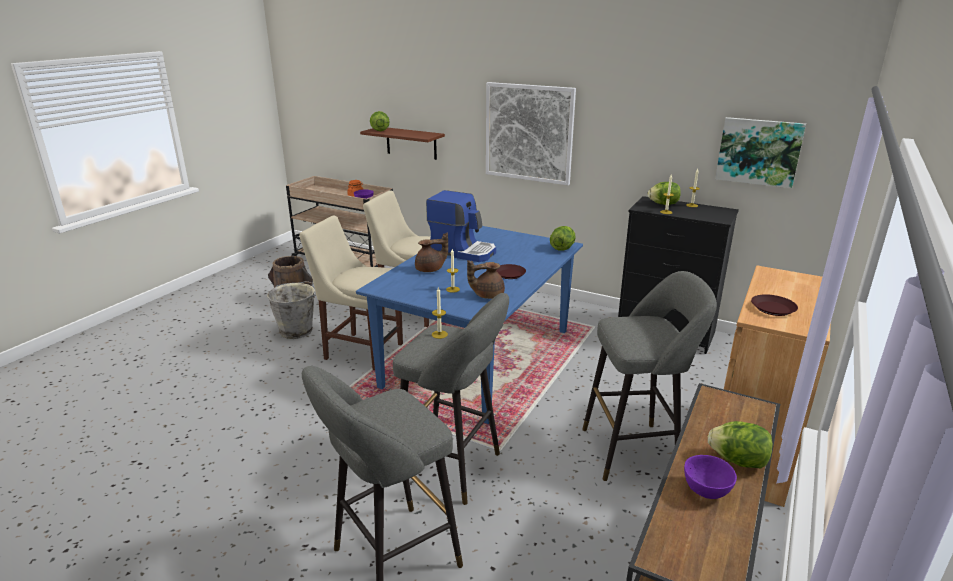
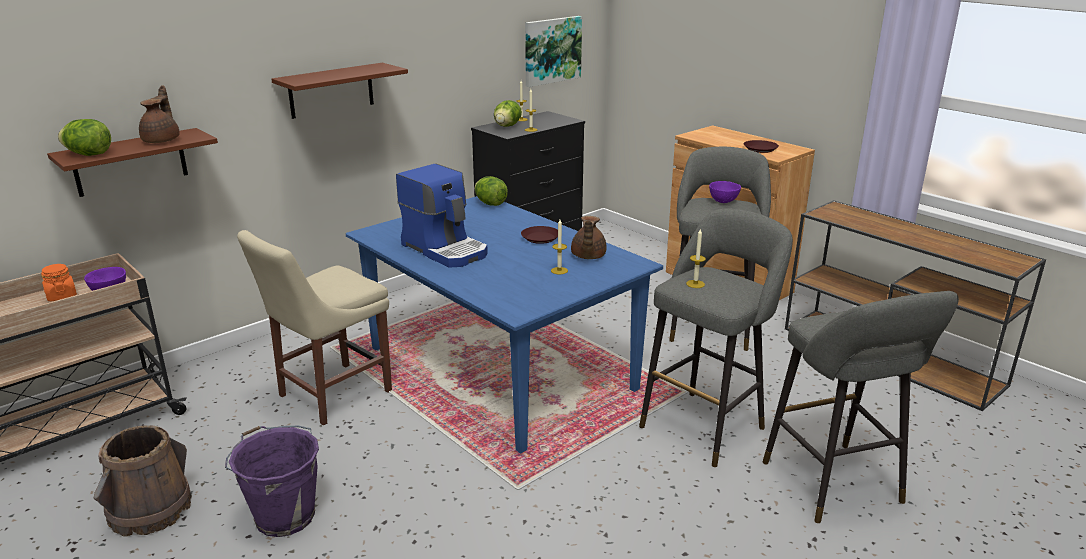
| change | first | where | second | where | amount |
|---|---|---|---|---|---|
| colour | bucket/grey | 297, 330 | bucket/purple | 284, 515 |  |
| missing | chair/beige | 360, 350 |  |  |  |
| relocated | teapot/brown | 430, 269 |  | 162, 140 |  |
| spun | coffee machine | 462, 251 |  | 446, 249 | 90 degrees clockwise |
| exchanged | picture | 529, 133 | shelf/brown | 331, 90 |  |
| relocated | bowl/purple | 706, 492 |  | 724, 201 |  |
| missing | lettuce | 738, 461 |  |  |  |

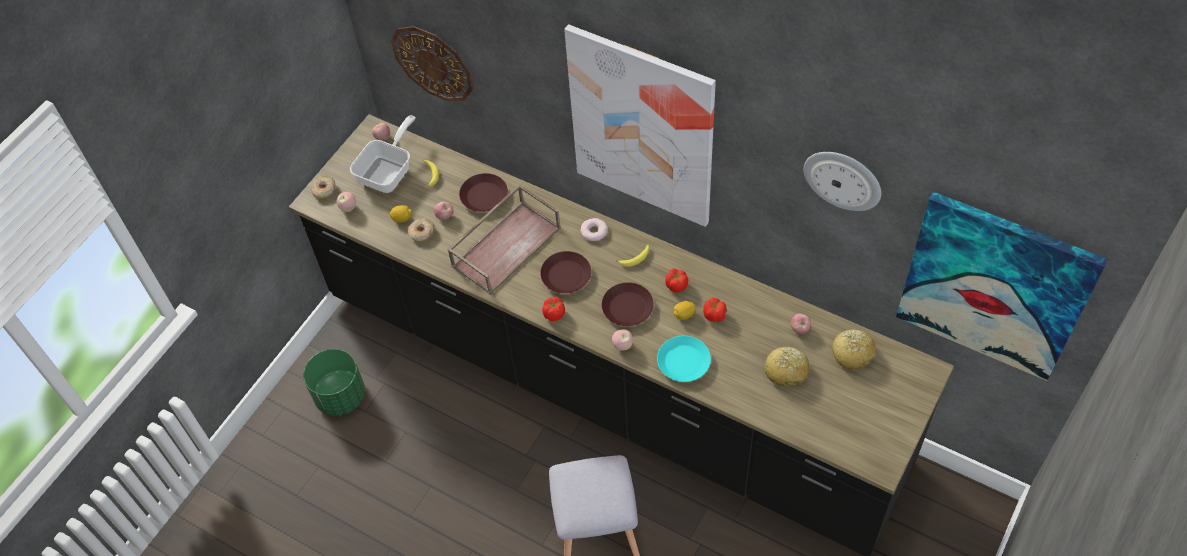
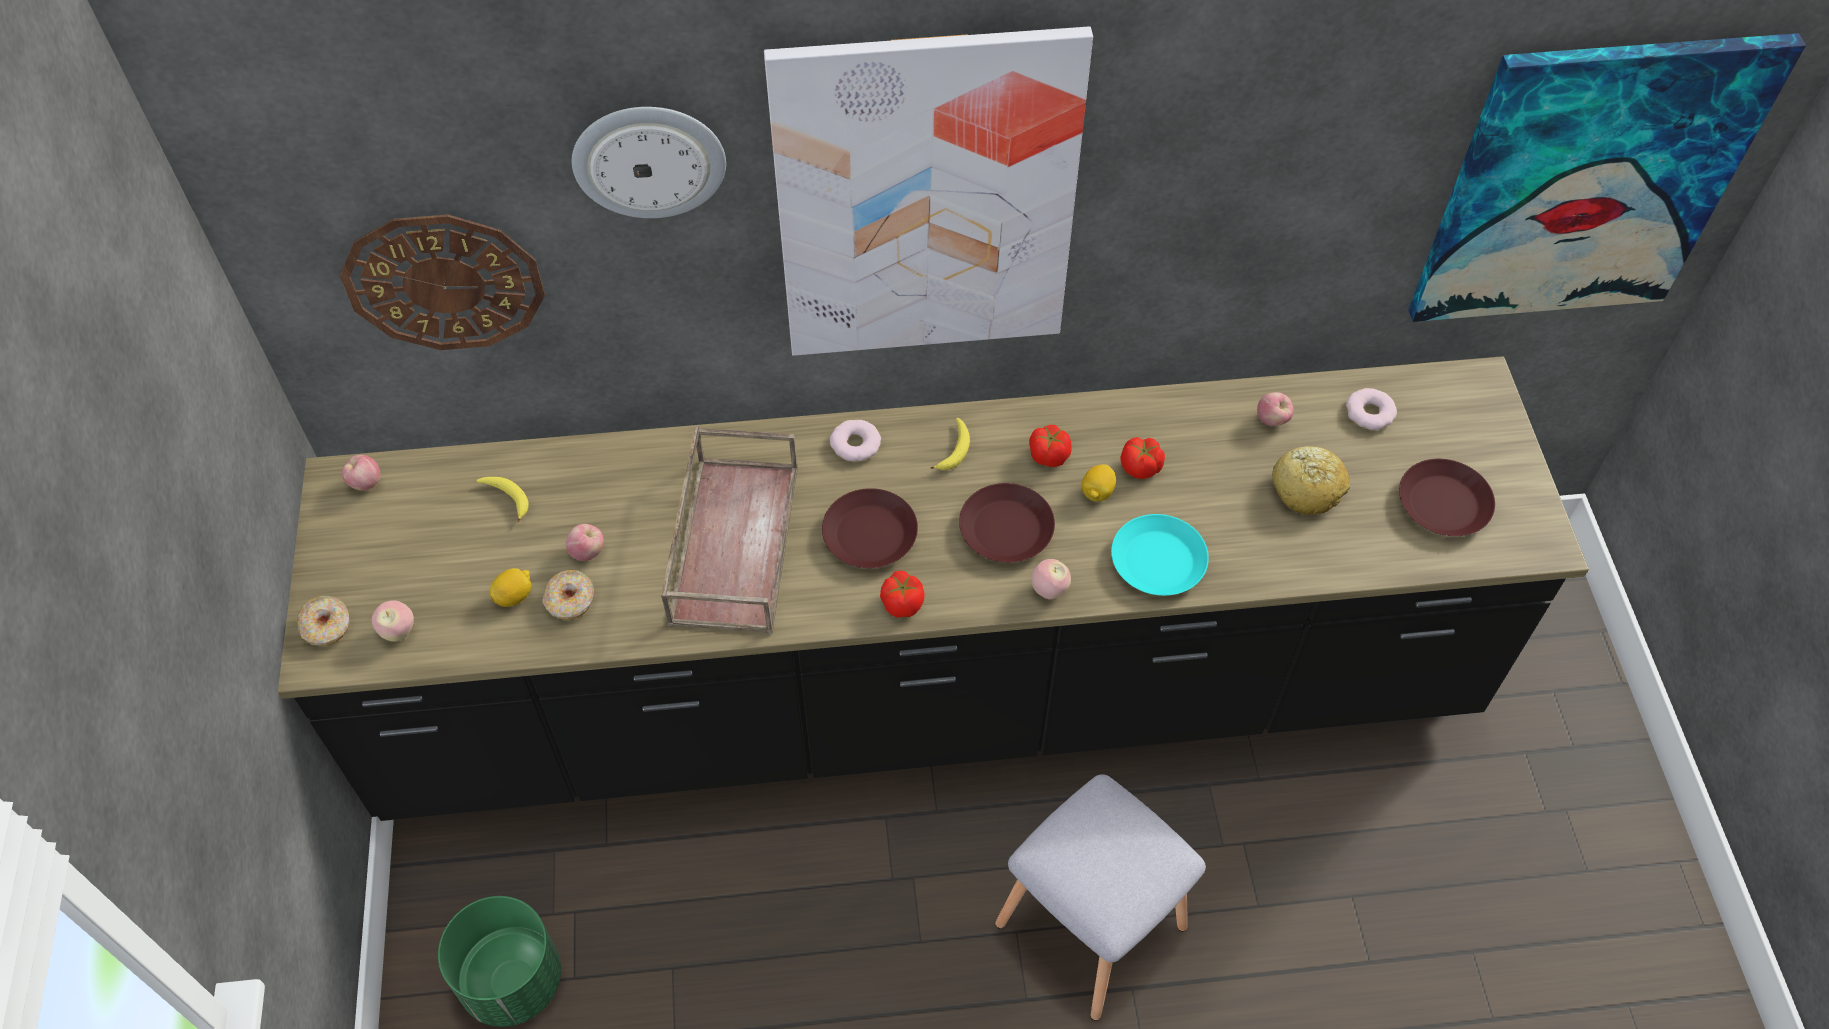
| change | first | where | second | where | amount |
|---|---|---|---|---|---|
| missing | frying pan | 389, 171 |  |  |  |
| relocated | plate/brown | 484, 196 |  | 1444, 504 |  |
| relocated | wall clock | 843, 179 |  | 649, 160 |  |
| exchanged | bread | 853, 353 | donut | 1369, 413 |  |

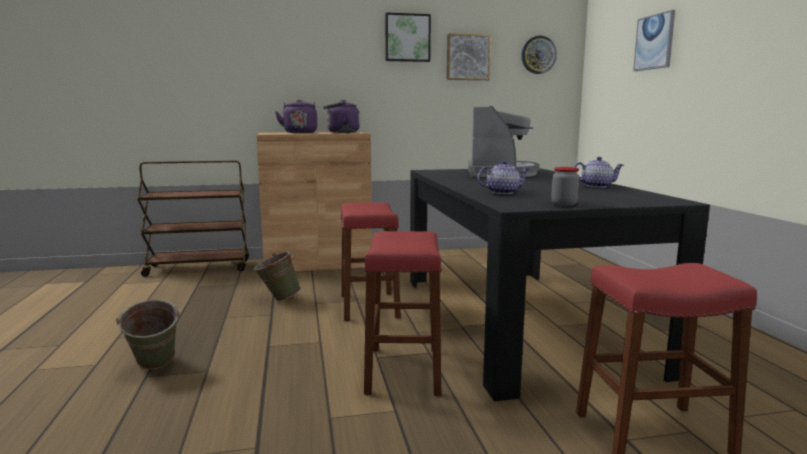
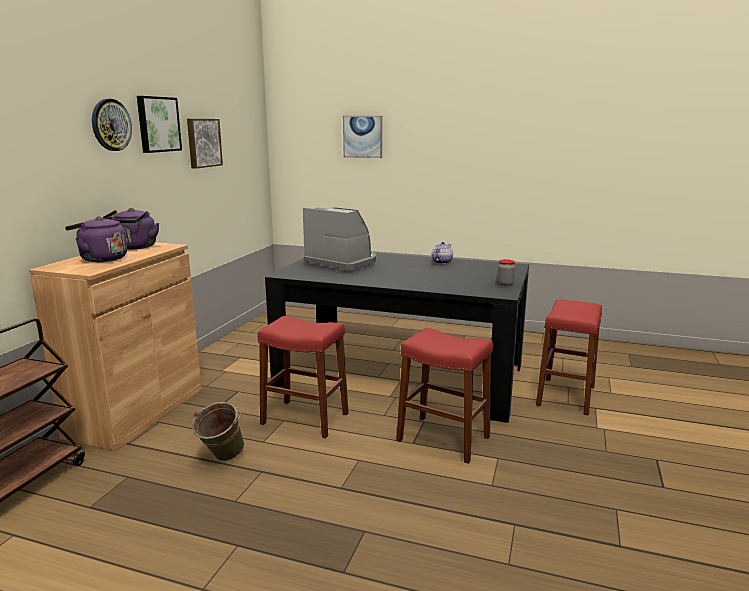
| change | first | where | second | where | amount |
|---|---|---|---|---|---|
| missing | bucket/green | 154, 368 |  |  |  |
| missing | teapot | 503, 192 |  |  |  |
| relocated | wall clock | 538, 55 |  | 111, 125 |  |

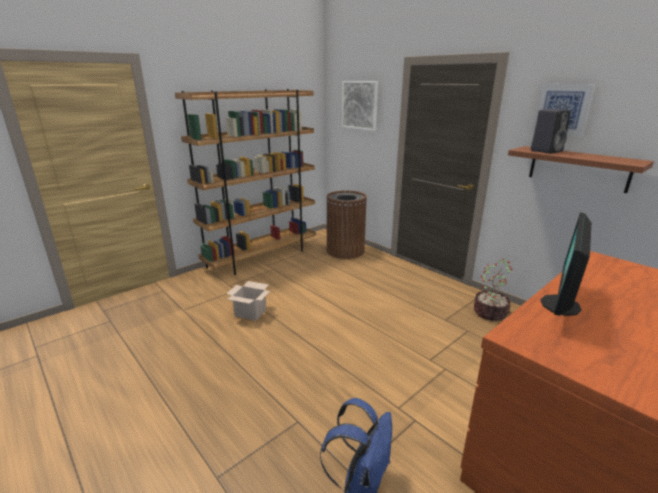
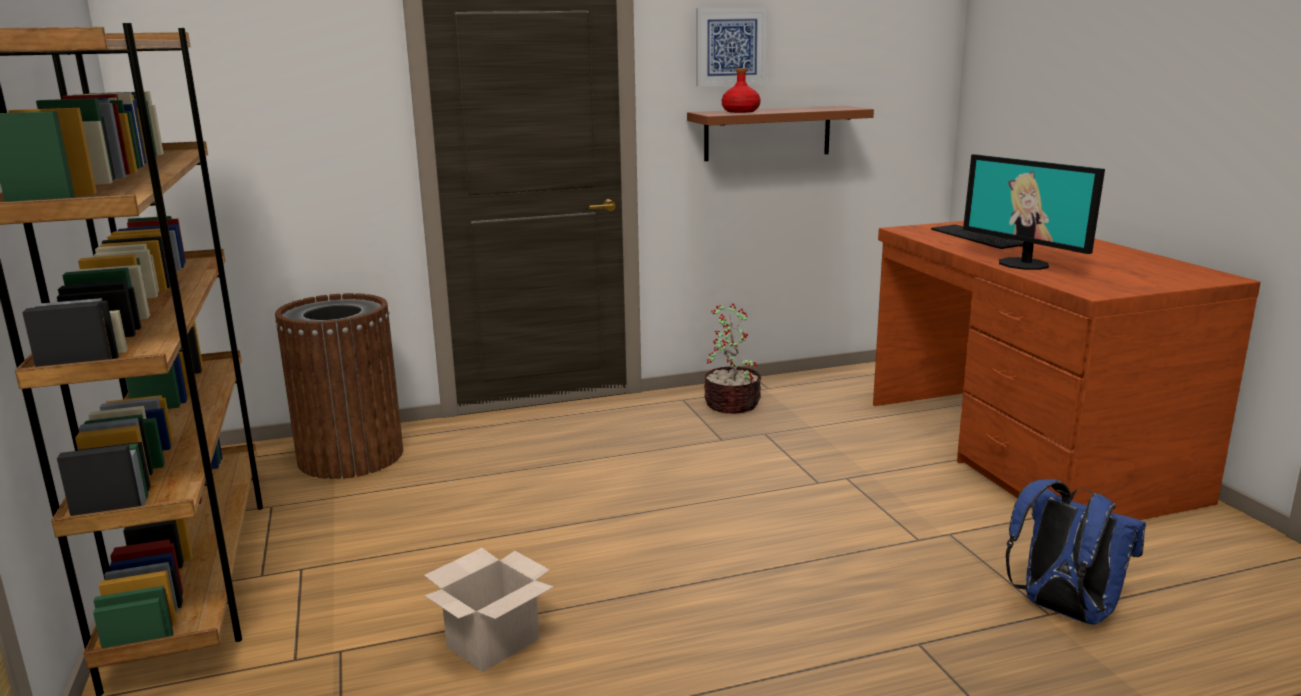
| change | first | where | second | where | amount |
|---|---|---|---|---|---|
| missing | picture | 360, 105 |  |  |  |
| exchanged | speaker/black | 546, 151 | bottle/red | 740, 111 |  |
| appeared |  |  | keyboard | 979, 237 |  |

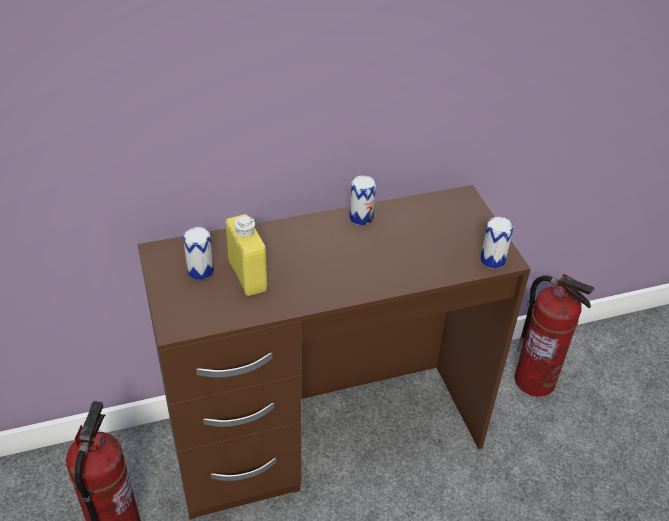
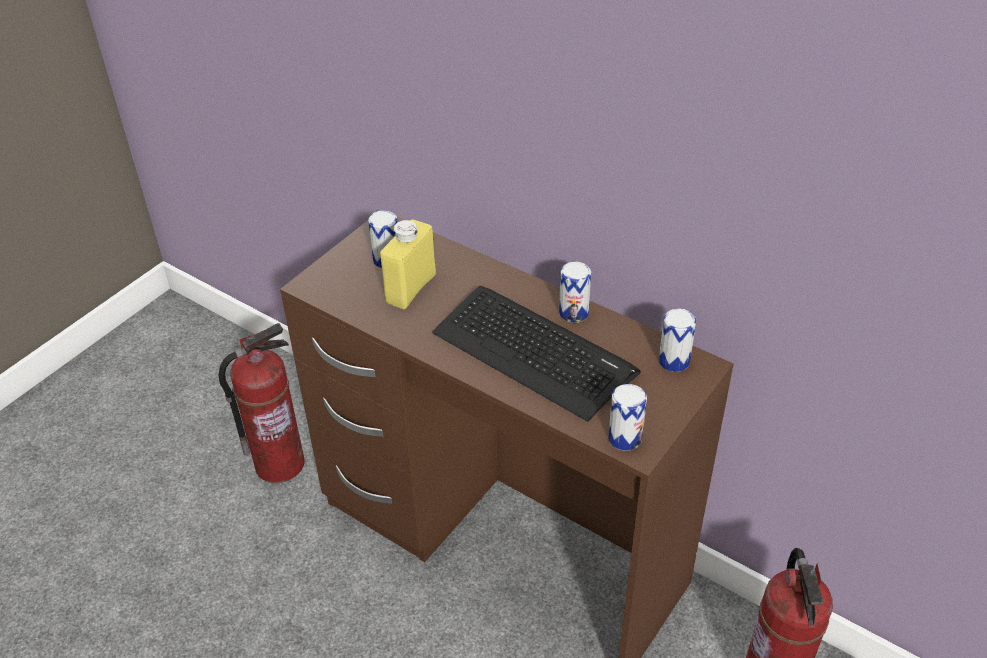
| change | first | where | second | where | amount |
|---|---|---|---|---|---|
| appeared |  |  | keyboard | 533, 352 |  |
| appeared |  |  | can | 674, 361 |  |

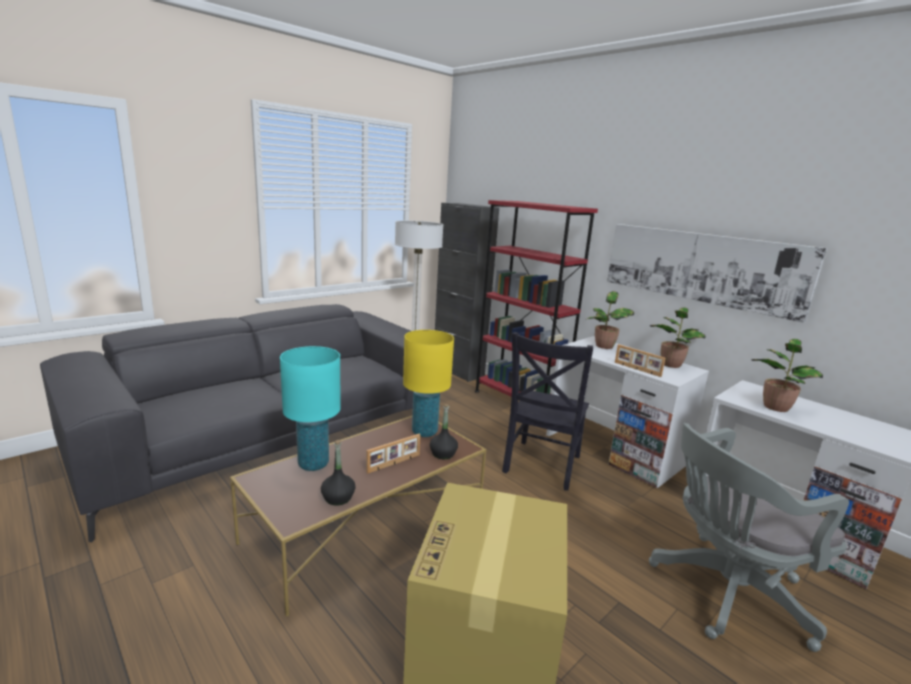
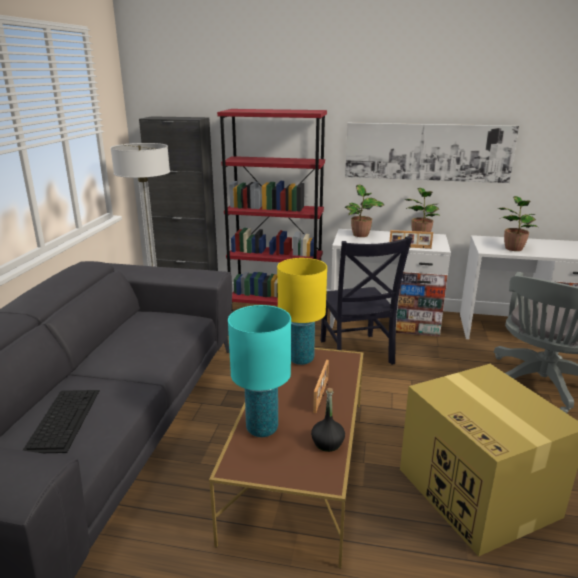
| change | first | where | second | where | amount |
|---|---|---|---|---|---|
| missing | bottle/black | 443, 454 |  |  |  |
| appeared |  |  | keyboard | 63, 418 |  |

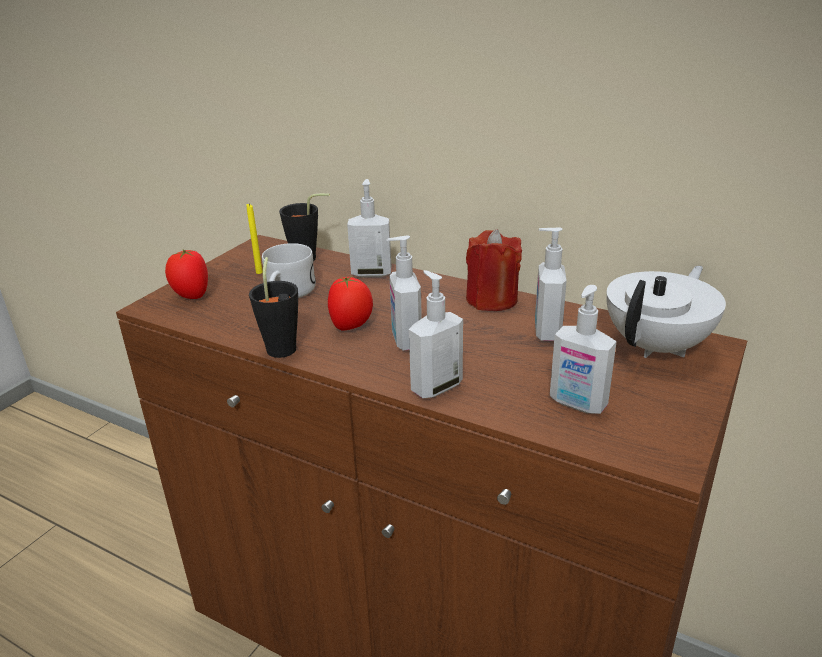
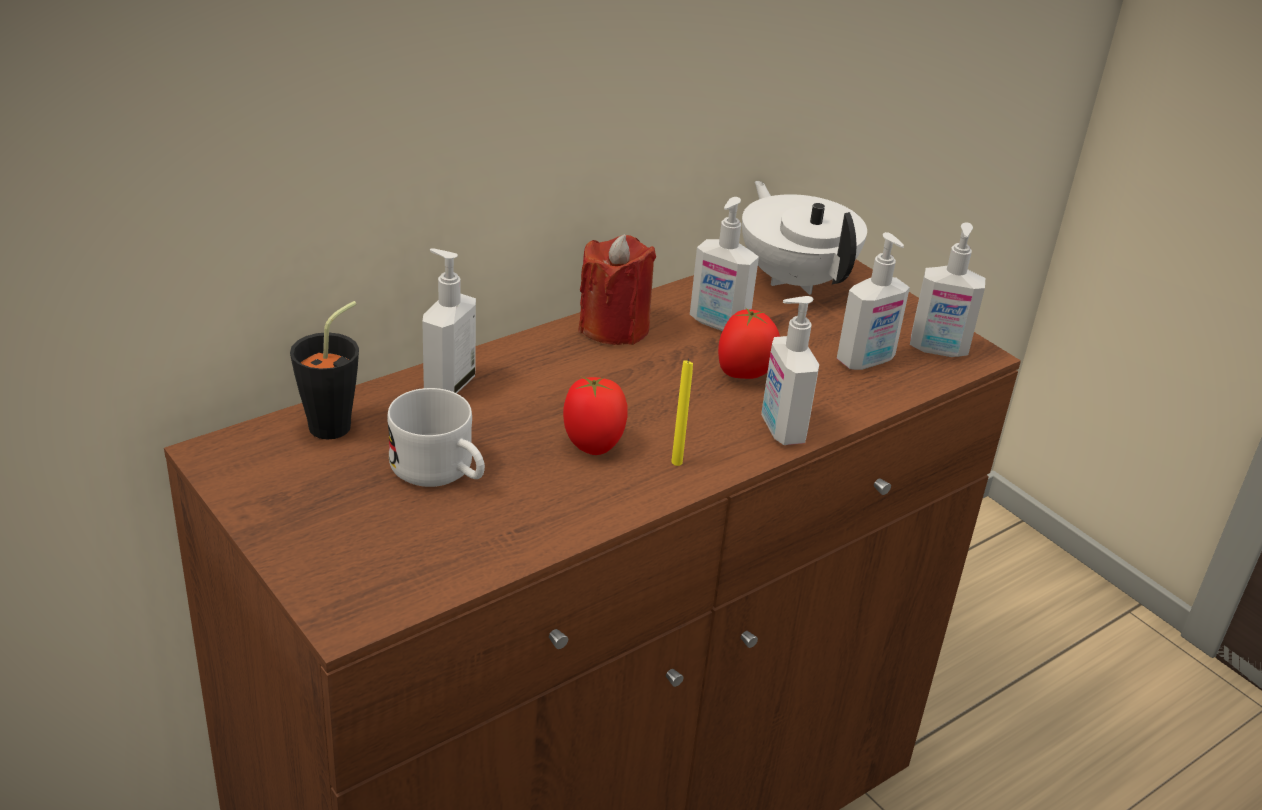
| change | first | where | second | where | amount |
|---|---|---|---|---|---|
| relocated | tomato | 191, 296 |  | 745, 375 |  |
| relocated | candle/yellow | 259, 272 |  | 676, 462 |  |
| missing | cup/black | 282, 346 |  |  |  |
| relocated | soap dispenser | 405, 341 |  | 938, 349 |  |

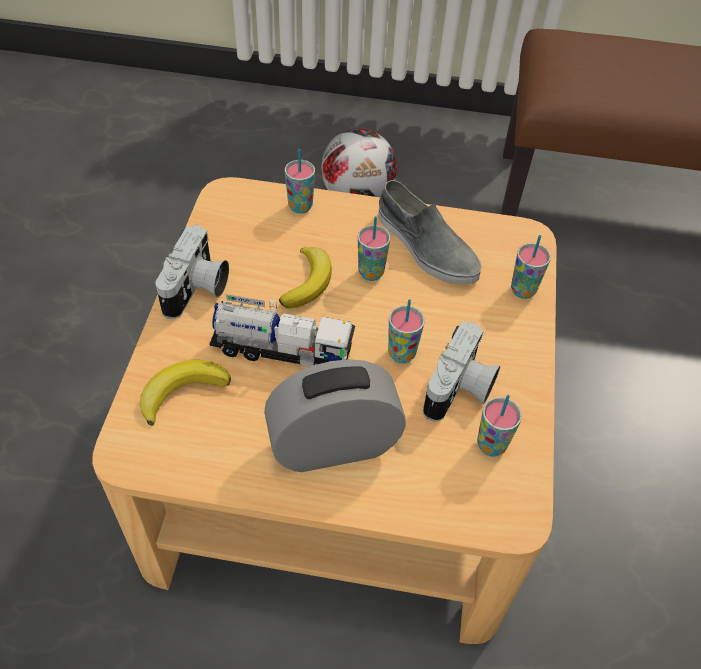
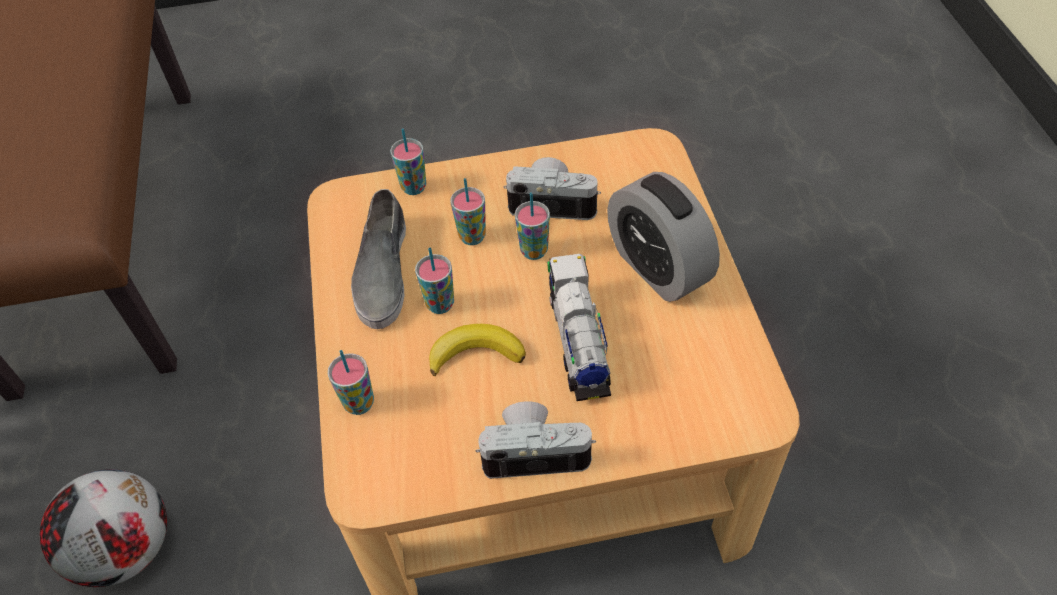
| change | first | where | second | where | amount |
|---|---|---|---|---|---|
| missing | banana | 182, 391 |  |  |  |
| spun | shoe/grey | 425, 246 |  | 382, 271 | 150 degrees clockwise |
| relocated | cup | 491, 445 |  | 472, 237 |  |

